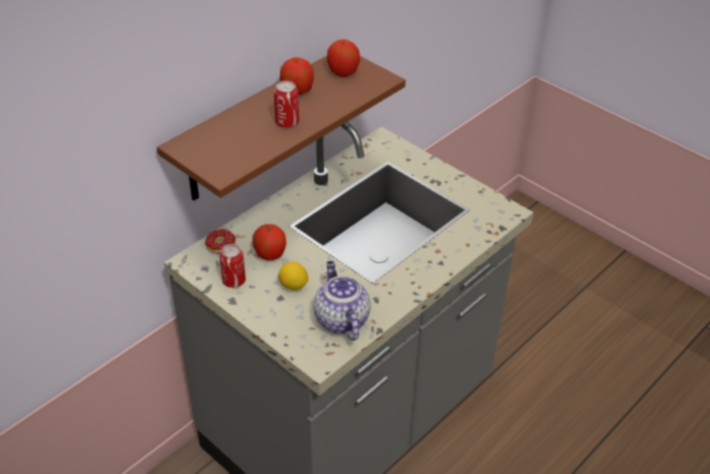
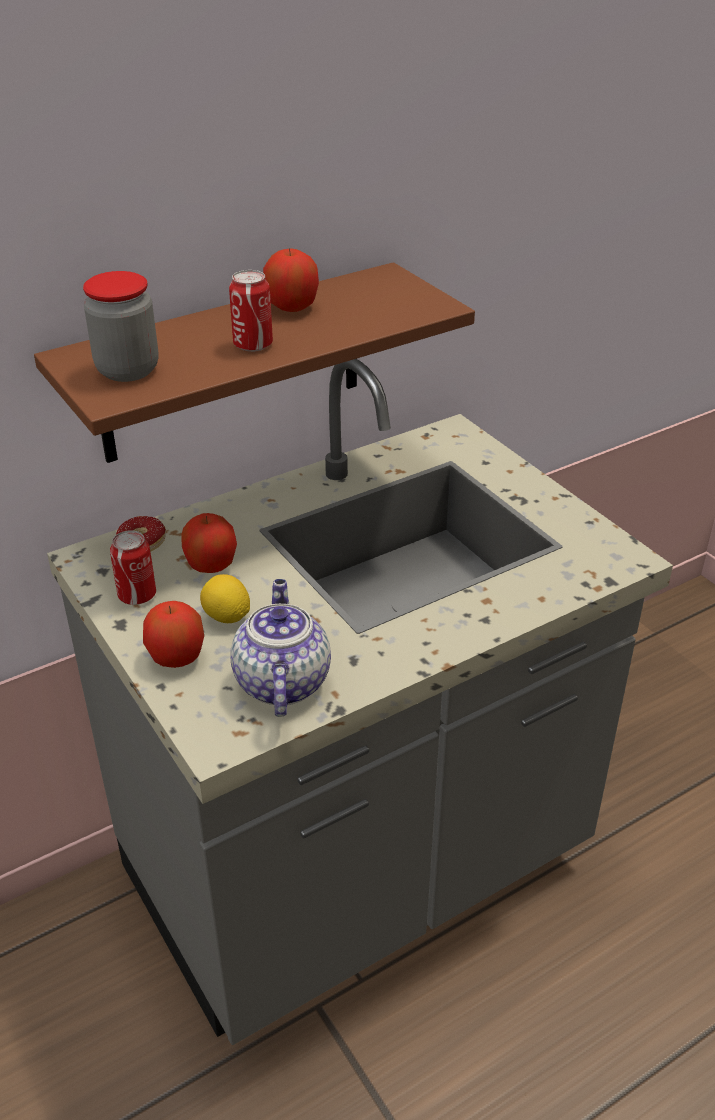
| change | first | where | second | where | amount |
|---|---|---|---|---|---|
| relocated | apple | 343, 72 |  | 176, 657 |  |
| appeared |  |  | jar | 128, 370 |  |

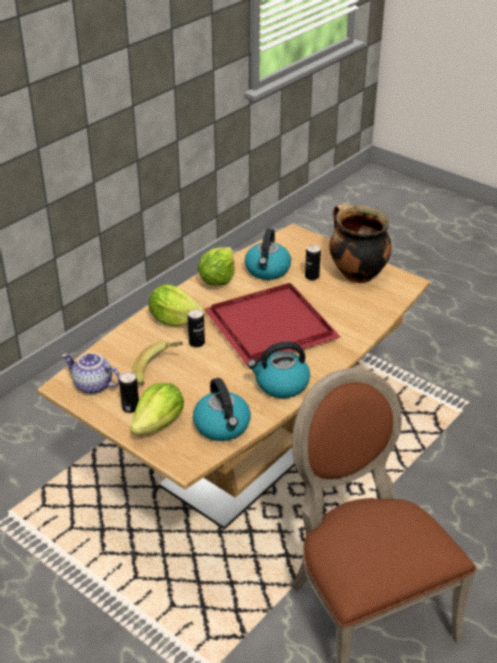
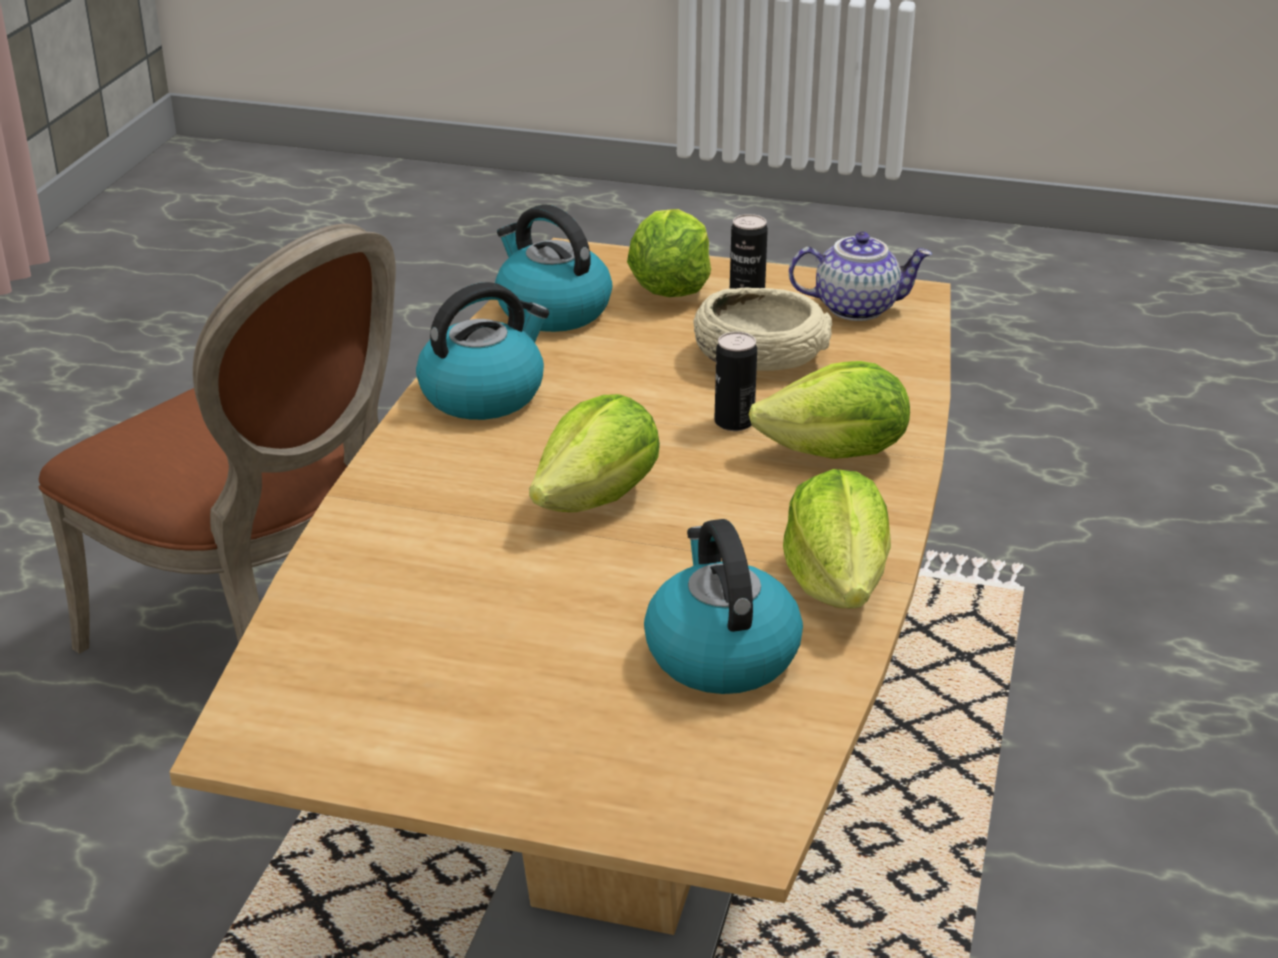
| change | first | where | second | where | amount |
|---|---|---|---|---|---|
| exchanged | banana | 158, 371 | bowl/beige | 759, 356 |  |
| exchanged | tray/red | 268, 326 | lettuce | 598, 499 |  |
| missing | can | 312, 276 |  |  |  |
| missing | cooking pot | 356, 274 |  |  |  |

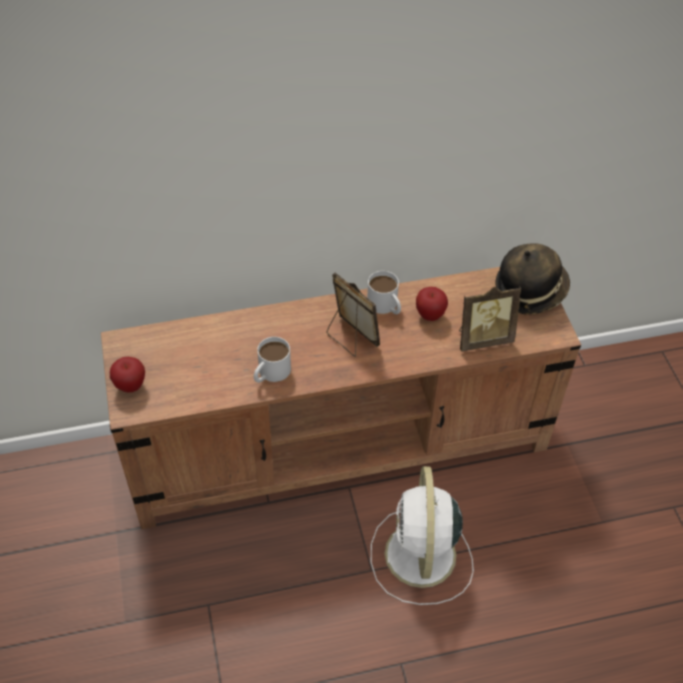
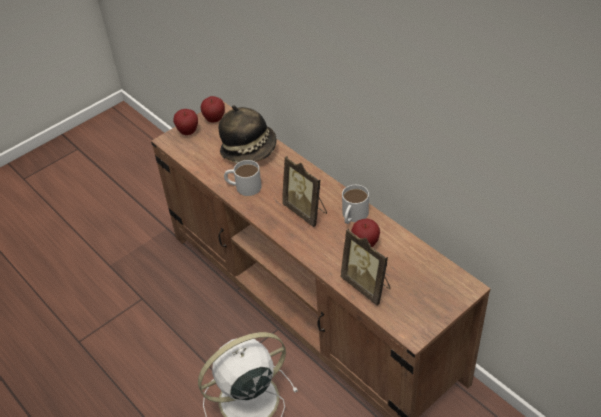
| change | first | where | second | where | amount |
|---|---|---|---|---|---|
| spun | picture frame | 350, 338 |  | 306, 211 | 120 degrees clockwise |
| relocated | hat | 530, 290 |  | 249, 150 |  |
| appeared |  |  | apple | 214, 119 |  |

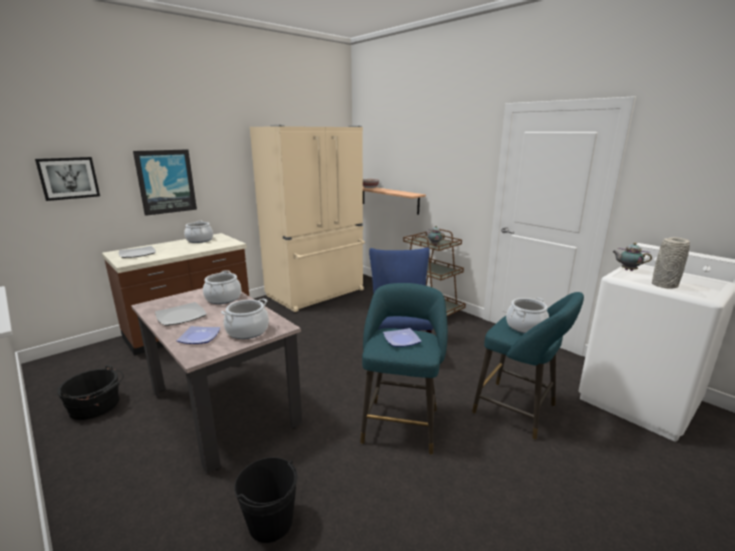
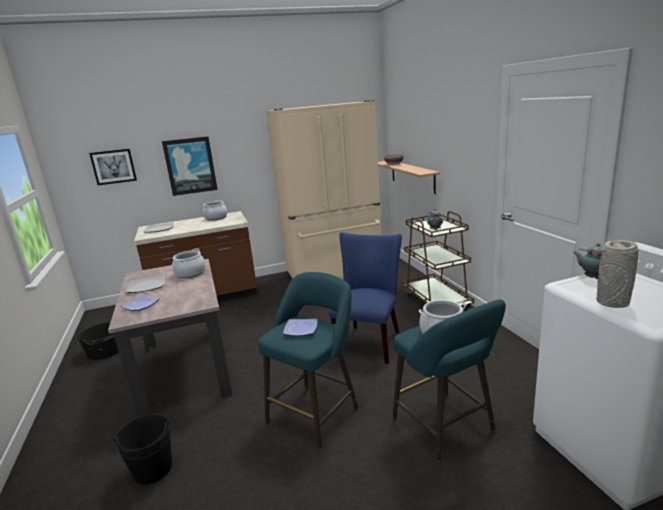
| change | first | where | second | where | amount |
|---|---|---|---|---|---|
| missing | cooking pot | 247, 331 |  |  |  |

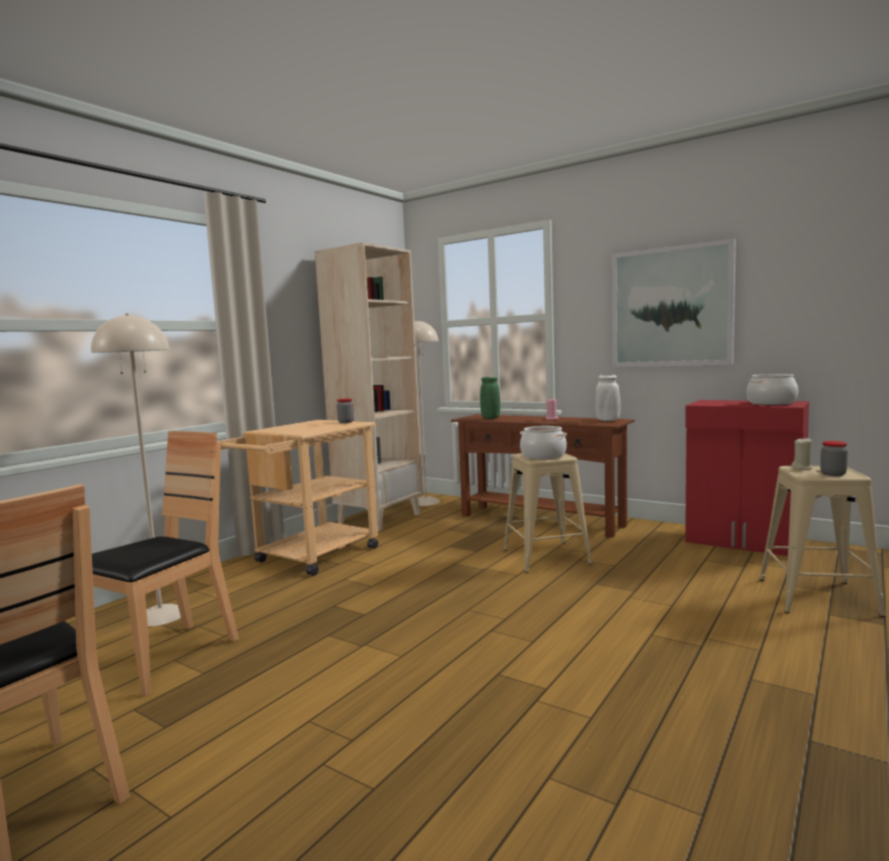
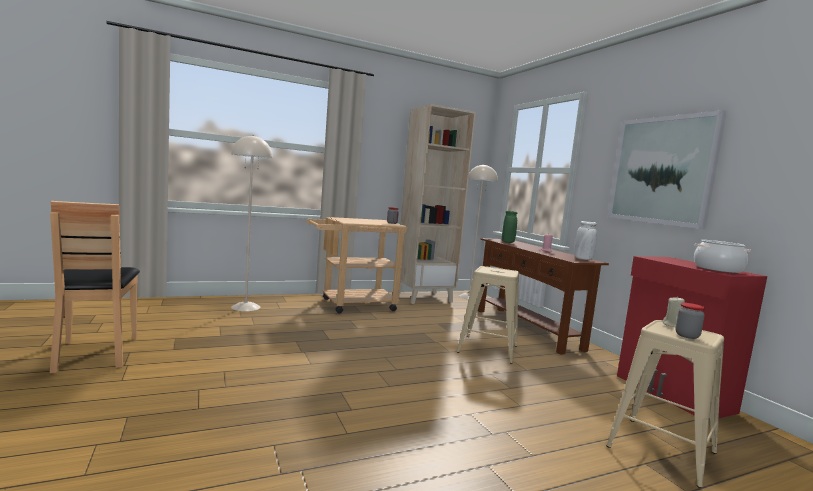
| change | first | where | second | where | amount |
|---|---|---|---|---|---|
| missing | chair/brown | 165, 657 |  |  |  |
| missing | cooking pot | 543, 456 |  |  |  |

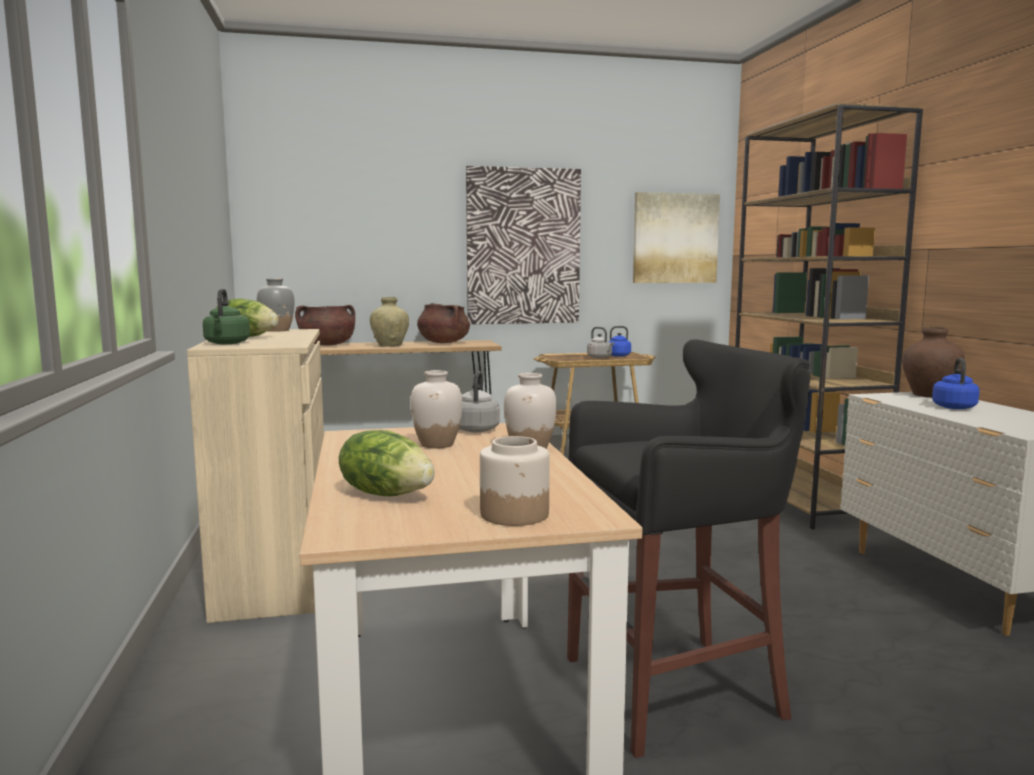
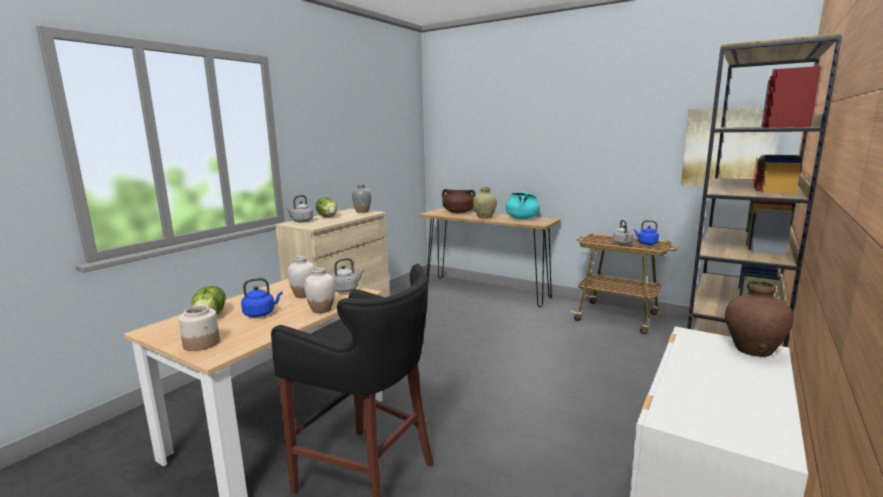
| change | first | where | second | where | amount |
|---|---|---|---|---|---|
| colour | kettle/green | 226, 343 | kettle/grey | 301, 221 |  |
| colour | cooking pot/brown | 443, 342 | cooking pot/turquoise | 522, 218 |  |
| missing | picture | 523, 246 |  |  |  |
| relocated | kettle/blue | 953, 407 |  | 261, 313 |  |

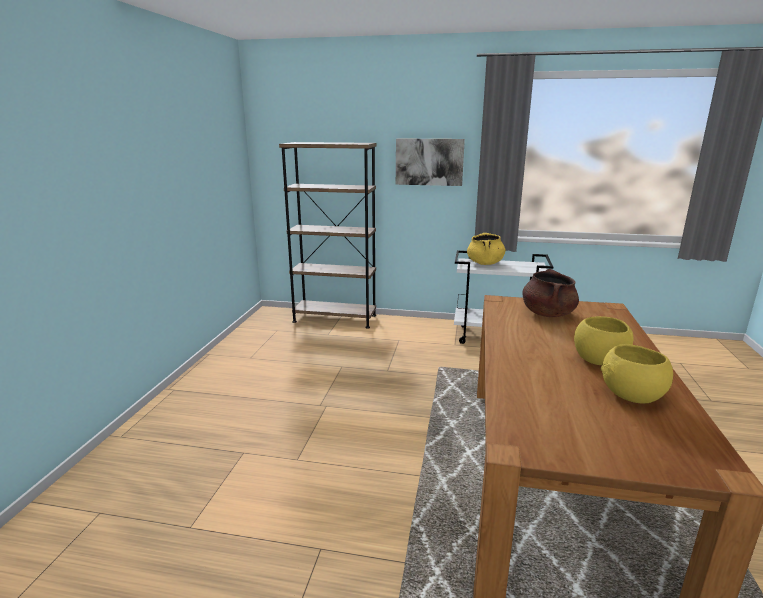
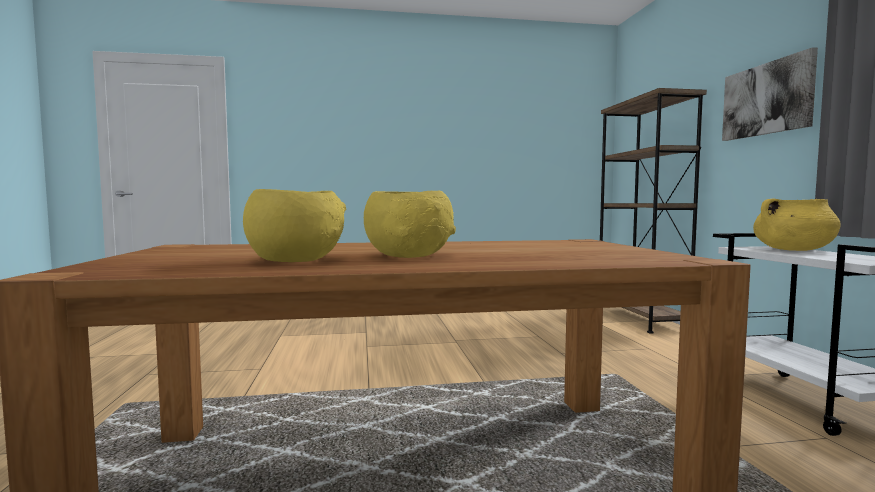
| change | first | where | second | where | amount |
|---|---|---|---|---|---|
| missing | cooking pot/brown | 547, 313 |  |  |  |

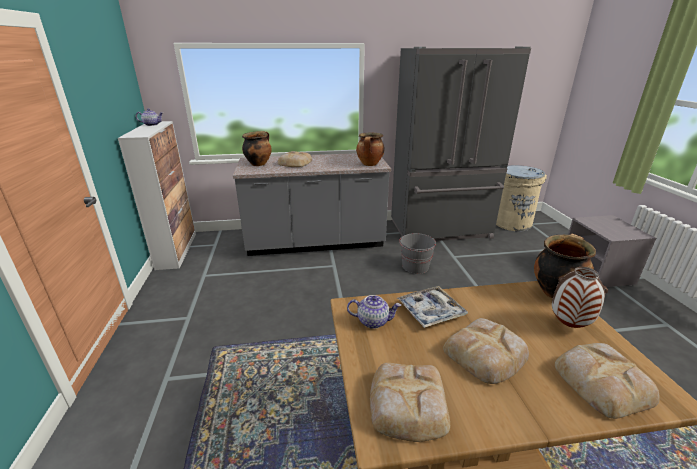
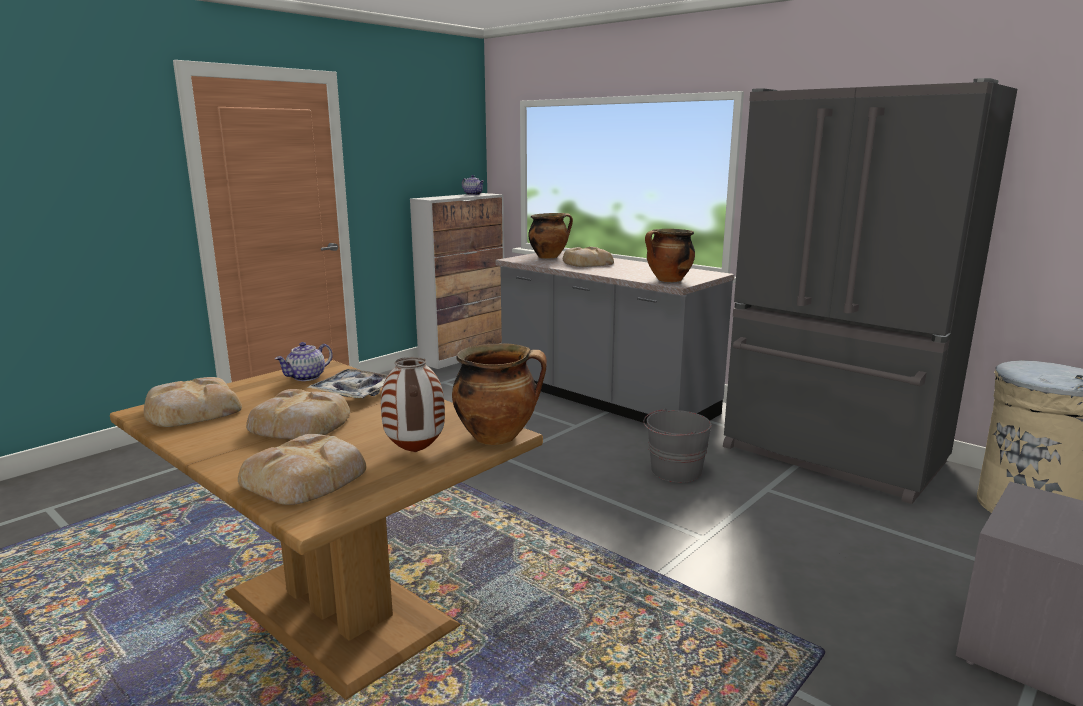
| change | first | where | second | where | amount |
|---|---|---|---|---|---|
| spun | teapot | 373, 321 |  | 306, 377 | 75 degrees clockwise |

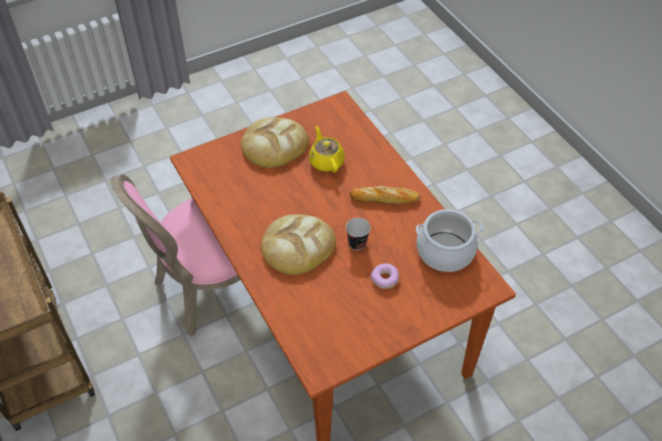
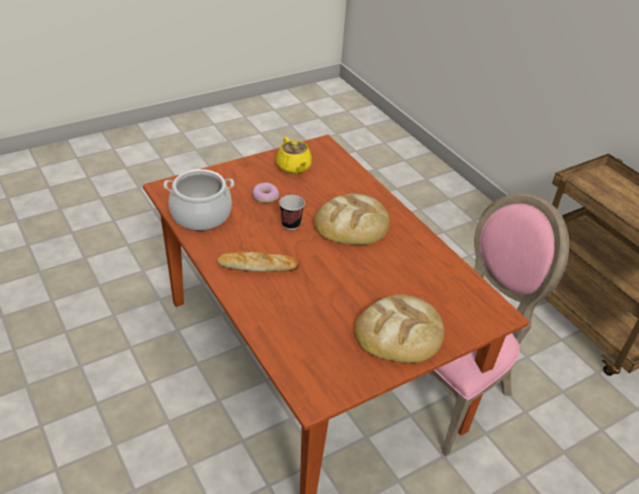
| change | first | where | second | where | amount |
|---|---|---|---|---|---|
| relocated | teapot/yellow | 326, 161 |  | 293, 167 |  |

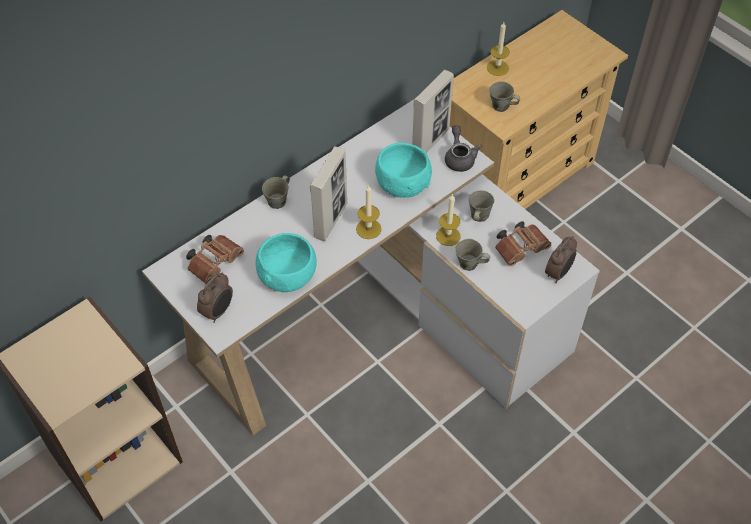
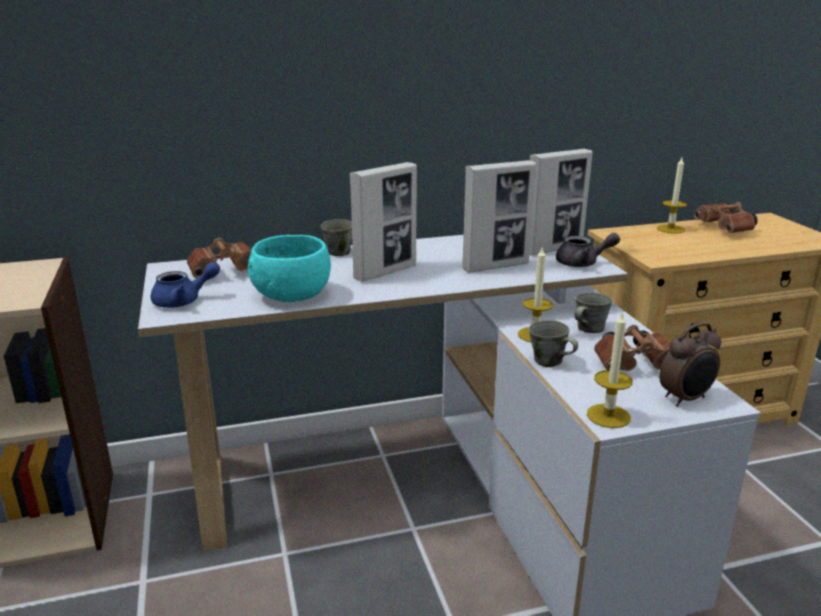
| change | first | where | second | where | amount |
|---|---|---|---|---|---|
| exchanged | alarm clock | 218, 311 | teapot/blue | 184, 301 |  |
| relocated | candle | 368, 229 |  | 608, 416 |  |
| exchanged | bowl/turquoise | 402, 184 | picture frame | 496, 266 |  |
| spun | teapot/grey | 459, 158 |  | 582, 263 | 75 degrees clockwise |
| missing | mug/grey | 501, 106 |  |  |  |
| appeared |  |  | binoculars/brown | 725, 229 |  |

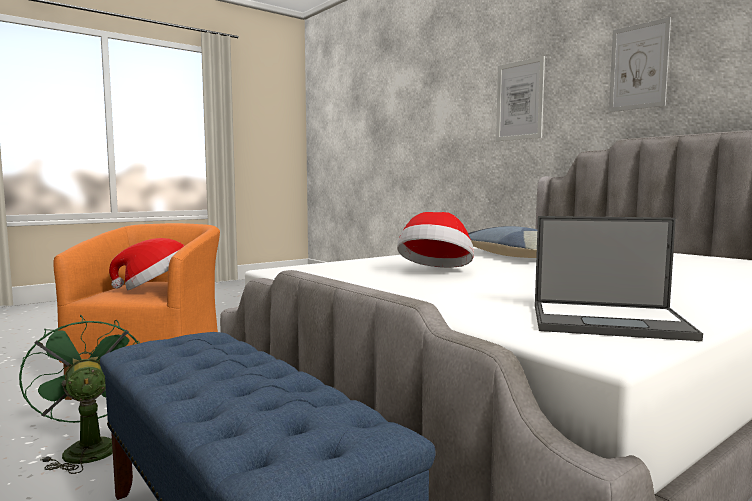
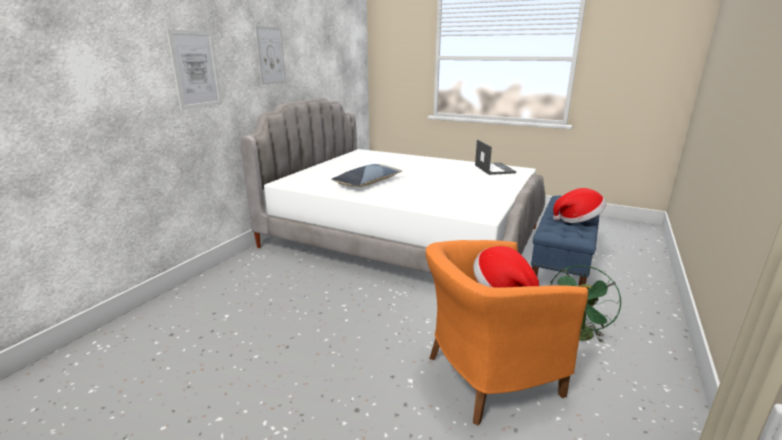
| change | first | where | second | where | amount |
|---|---|---|---|---|---|
| relocated | hat | 436, 272 |  | 578, 219 |  |

